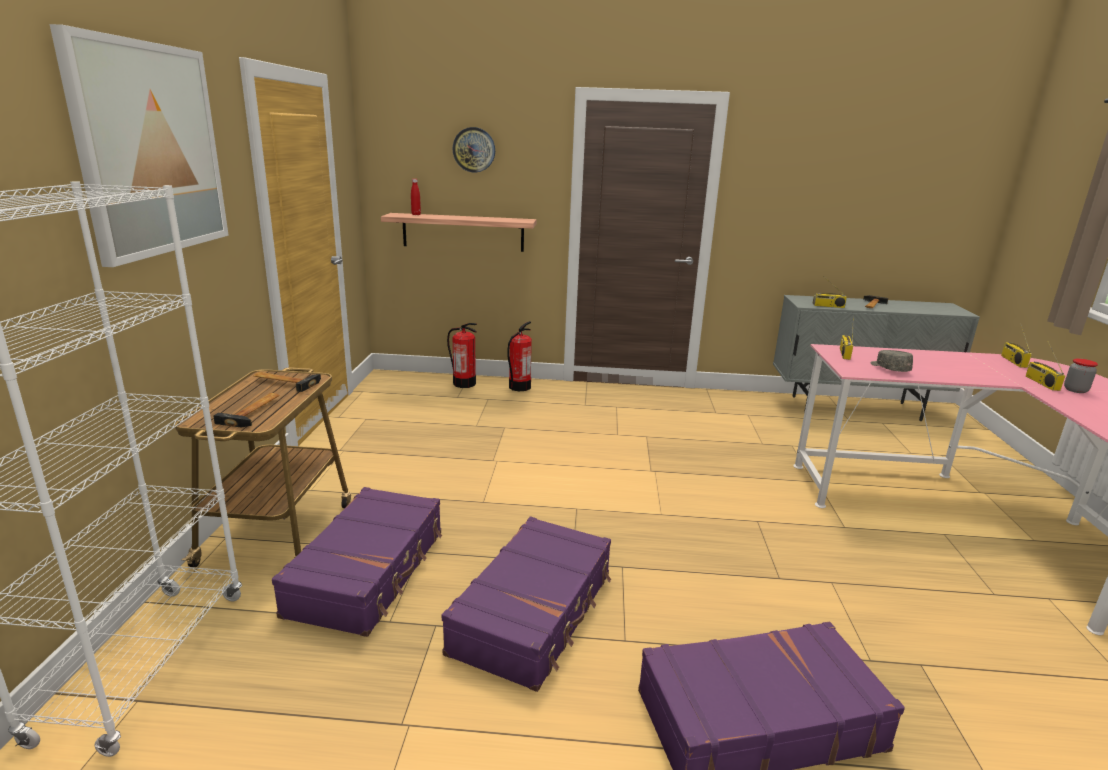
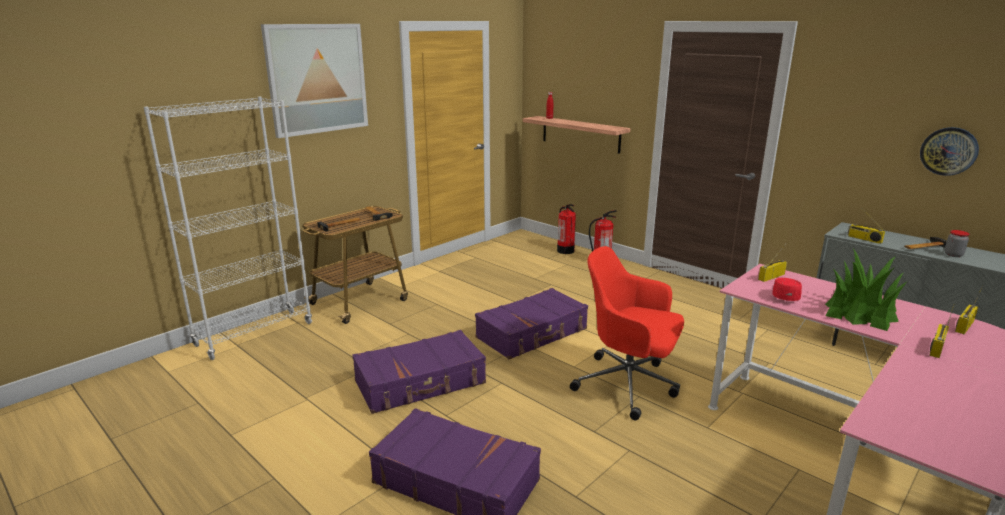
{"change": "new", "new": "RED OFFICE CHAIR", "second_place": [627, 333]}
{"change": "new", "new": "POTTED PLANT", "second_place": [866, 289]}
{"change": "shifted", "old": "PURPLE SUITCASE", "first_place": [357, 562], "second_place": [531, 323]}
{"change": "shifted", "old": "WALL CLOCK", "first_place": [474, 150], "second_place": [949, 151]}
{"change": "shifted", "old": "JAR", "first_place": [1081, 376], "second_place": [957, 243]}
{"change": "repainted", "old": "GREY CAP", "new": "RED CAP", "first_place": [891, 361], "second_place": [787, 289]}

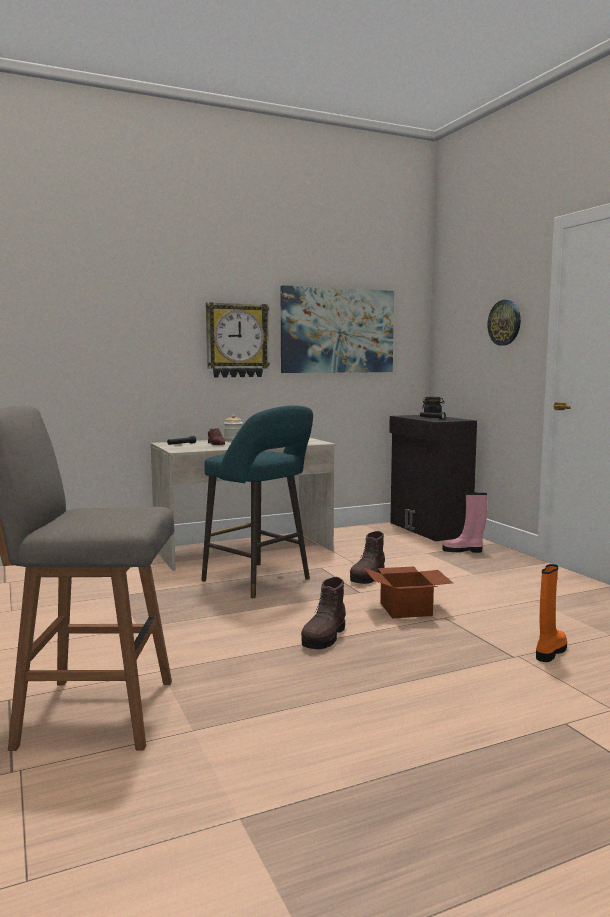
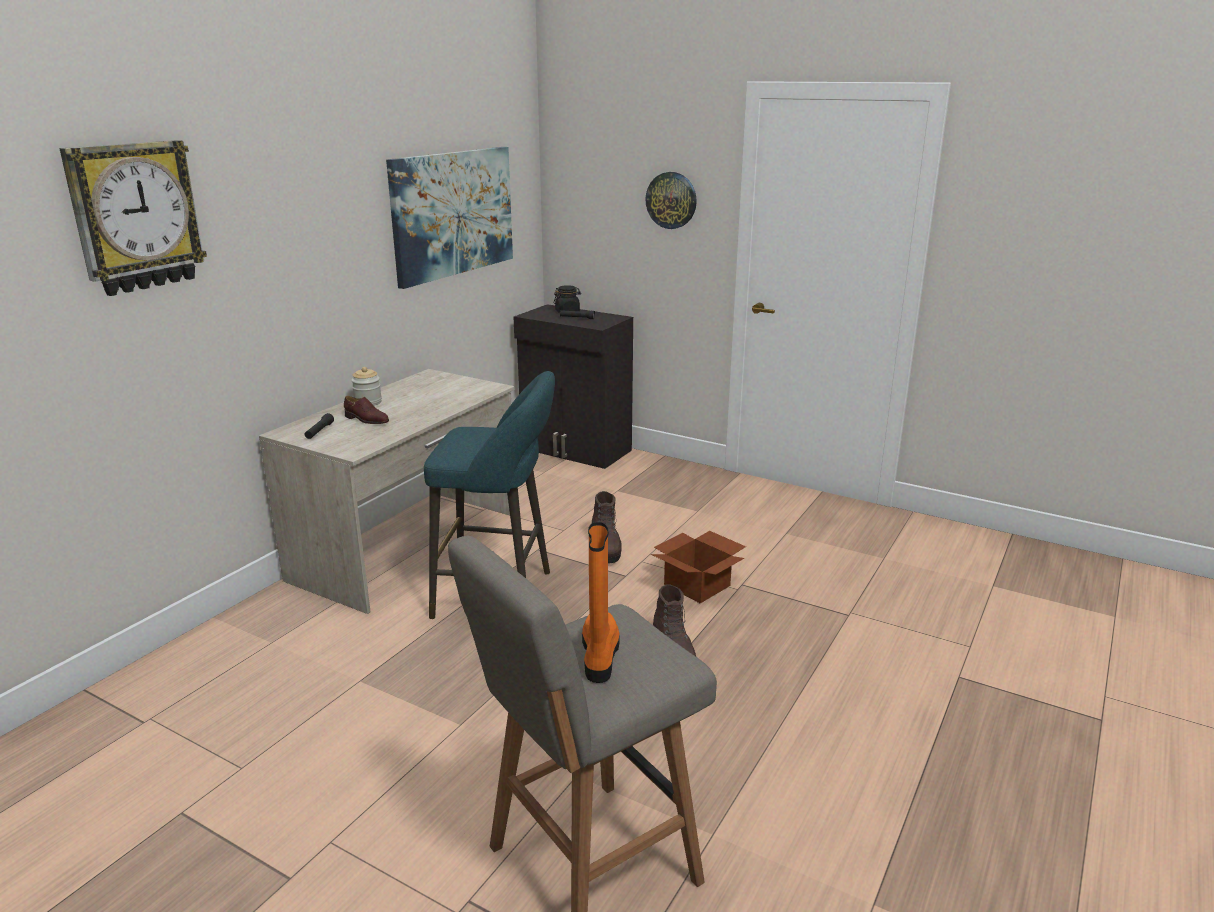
{"change": "gone", "old": "PINK BOOT", "first_place": [464, 522]}
{"change": "shifted", "old": "WALL CLOCK", "first_place": [238, 340], "second_place": [133, 218]}
{"change": "shifted", "old": "ORANGE BOOT", "first_place": [551, 613], "second_place": [601, 602]}

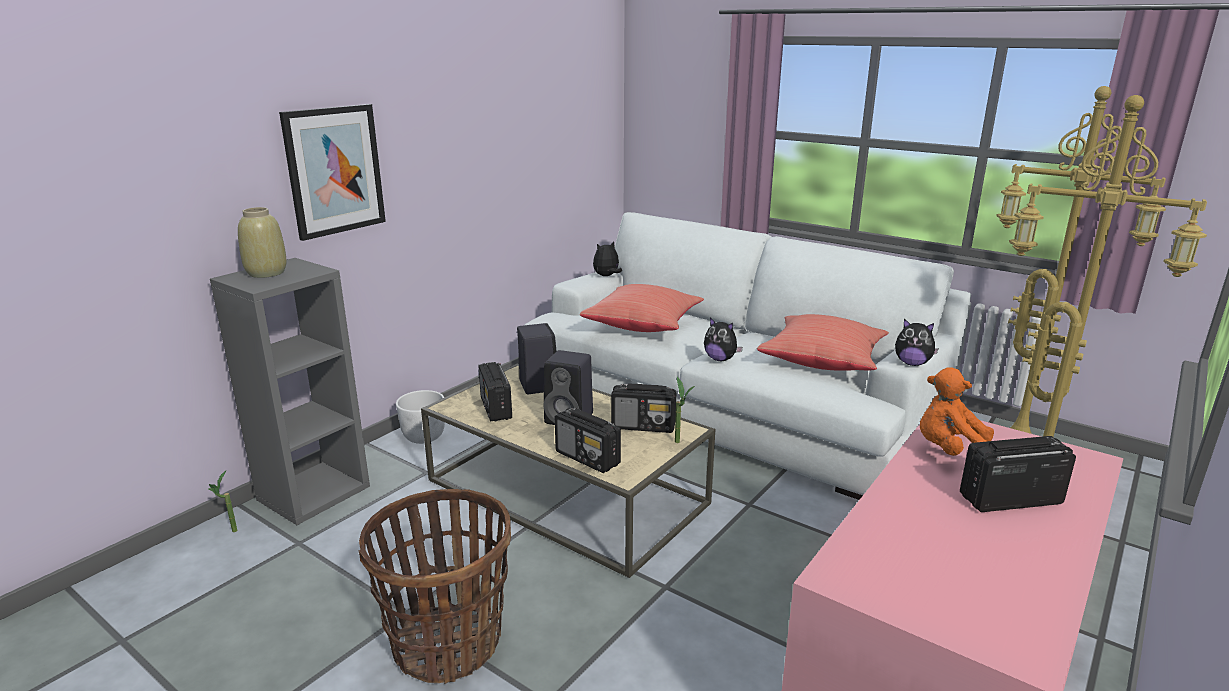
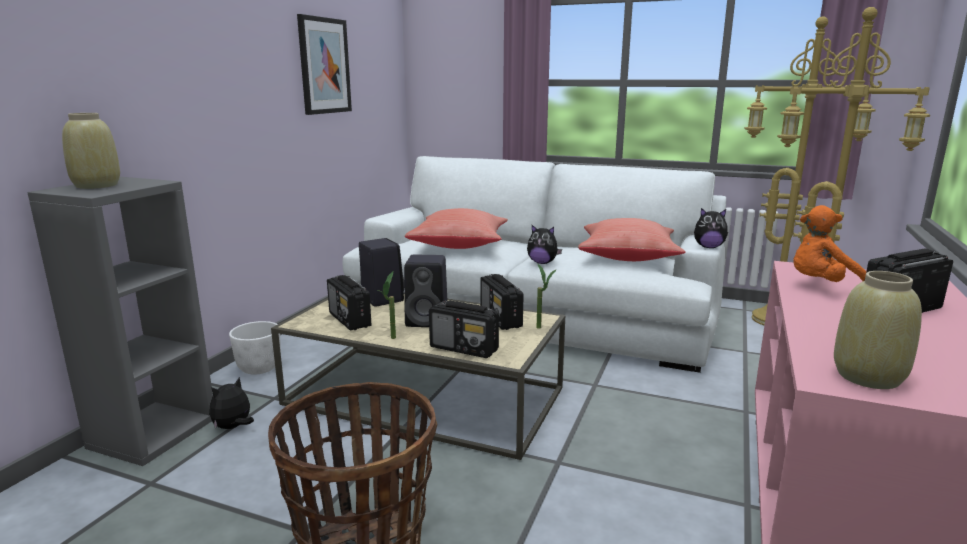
{"change": "new", "new": "BEIGE VASE", "second_place": [878, 330]}
{"change": "shifted", "old": "POTTED PLANT", "first_place": [222, 501], "second_place": [387, 305]}
{"change": "shifted", "old": "PICTURE", "first_place": [332, 172], "second_place": [324, 64]}
{"change": "shifted", "old": "PLUSH TOY", "first_place": [607, 258], "second_place": [231, 403]}
{"change": "rotated", "old": "RADIO", "first_place": [643, 408], "second_place": [502, 302], "degrees": 75}

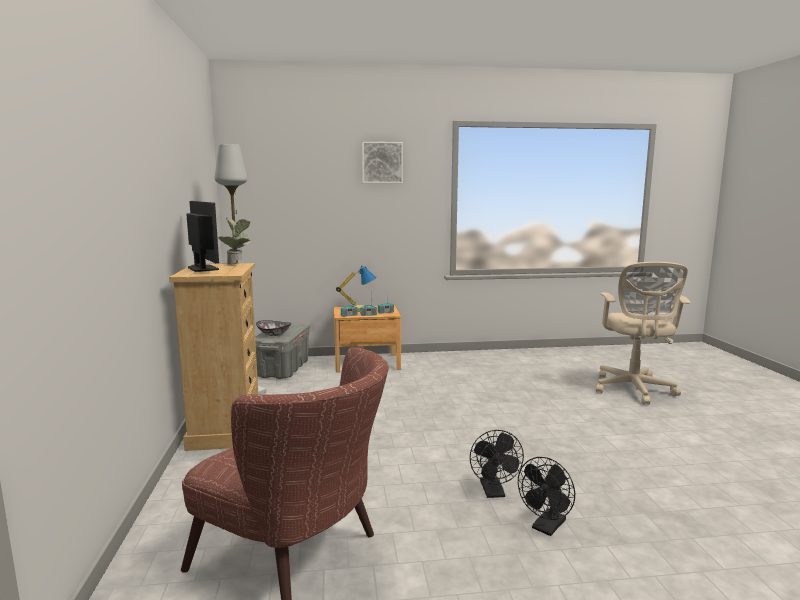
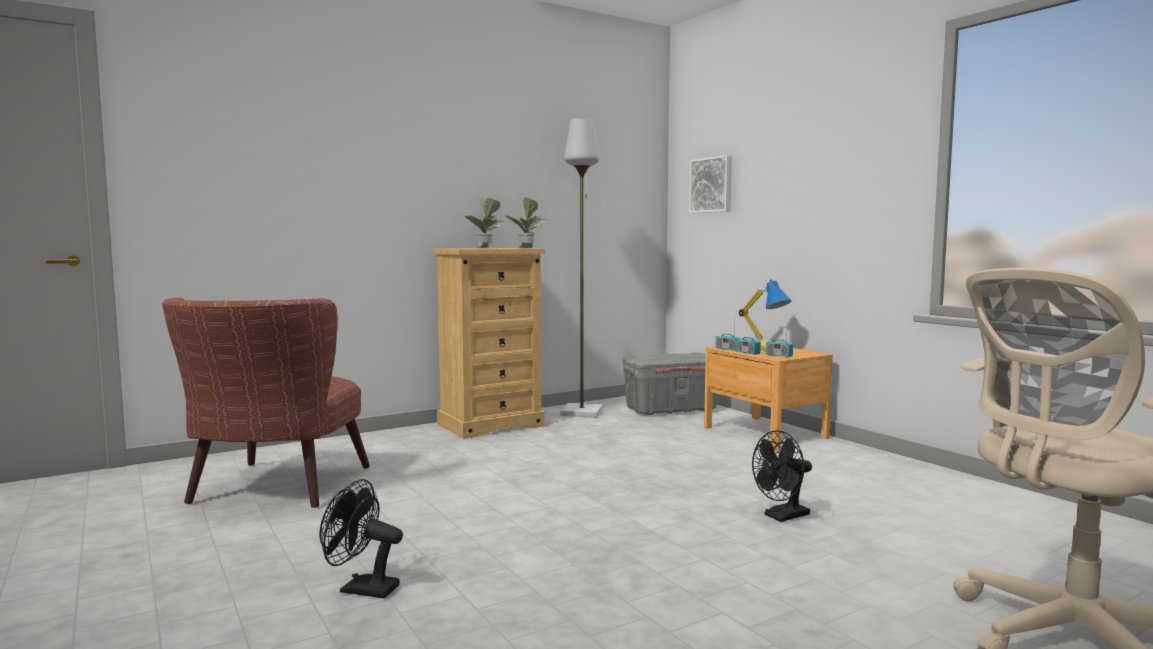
{"change": "gone", "old": "BOWL", "first_place": [274, 328]}
{"change": "shifted", "old": "PICTURE", "first_place": [382, 162], "second_place": [710, 184]}
{"change": "shifted", "old": "BLACK FAN", "first_place": [497, 464], "second_place": [782, 476]}
{"change": "swapped", "old": "MONITOR", "new": "POTTED PLANT", "first_place": [202, 236], "second_place": [485, 222]}

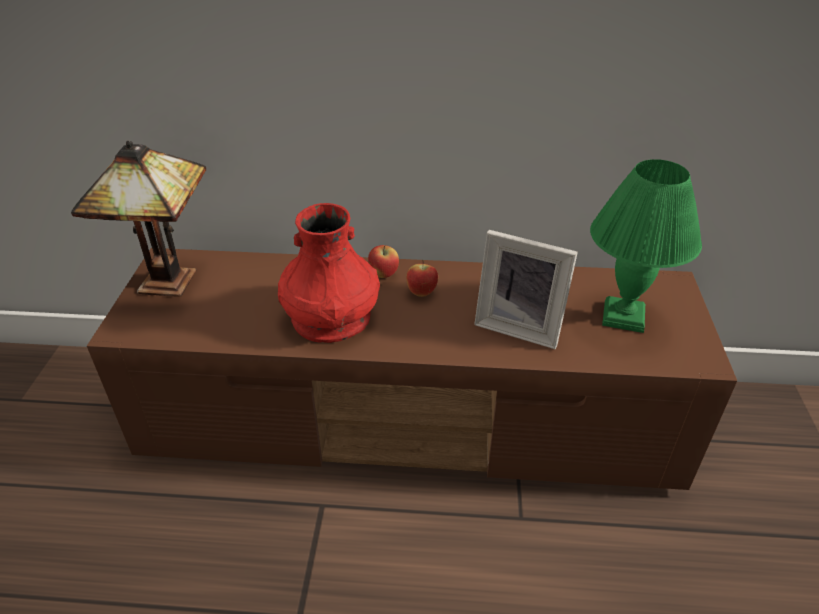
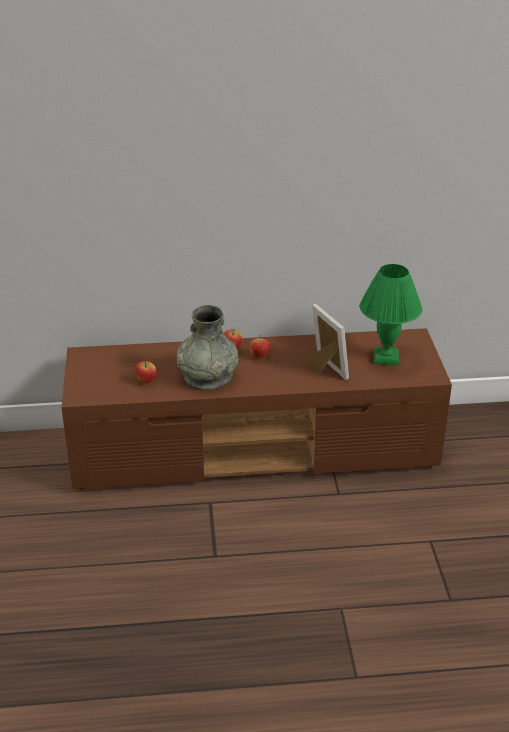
{"change": "gone", "old": "TABLE LAMP", "first_place": [138, 219]}
{"change": "new", "new": "APPLE", "second_place": [145, 372]}
{"change": "repainted", "old": "RED VASE", "new": "GREY VASE", "first_place": [329, 273], "second_place": [207, 348]}
{"change": "rotated", "old": "PICTURE FRAME", "first_place": [526, 289], "second_place": [329, 342], "degrees": -135}

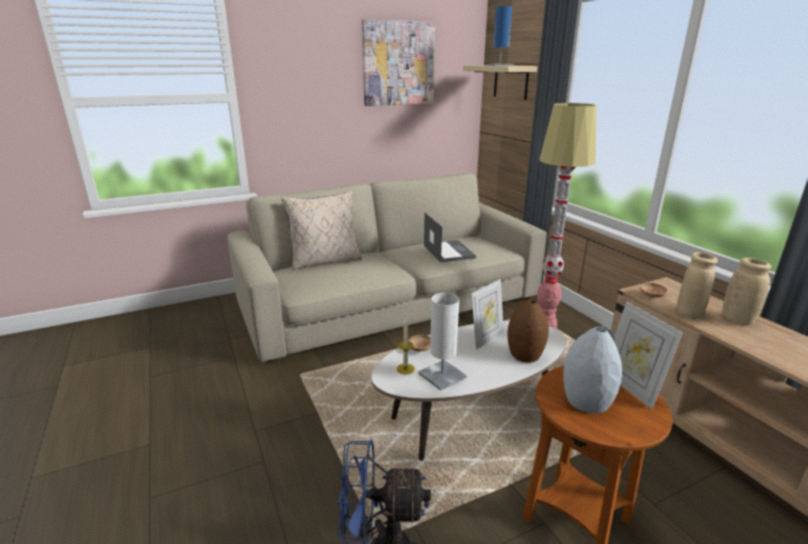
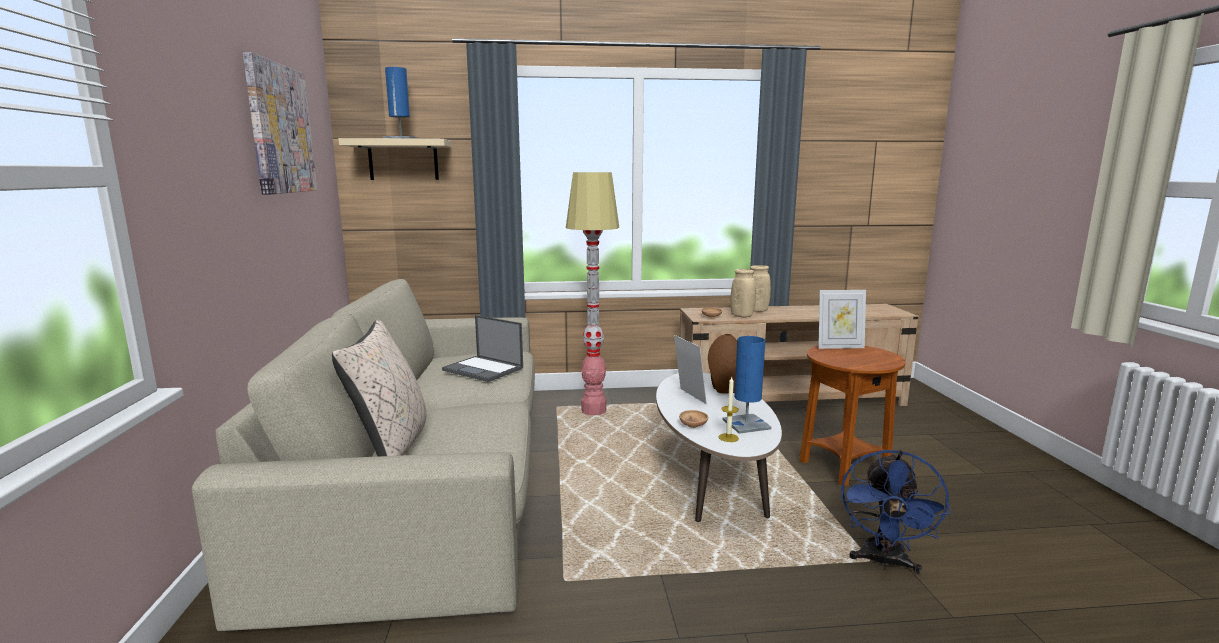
{"change": "gone", "old": "GREY VASE", "first_place": [592, 369]}
{"change": "repainted", "old": "WHITE TABLE LAMP", "new": "BLUE TABLE LAMP", "first_place": [442, 342], "second_place": [746, 385]}
{"change": "rotated", "old": "LAPTOP", "first_place": [450, 237], "second_place": [482, 348], "degrees": -150}

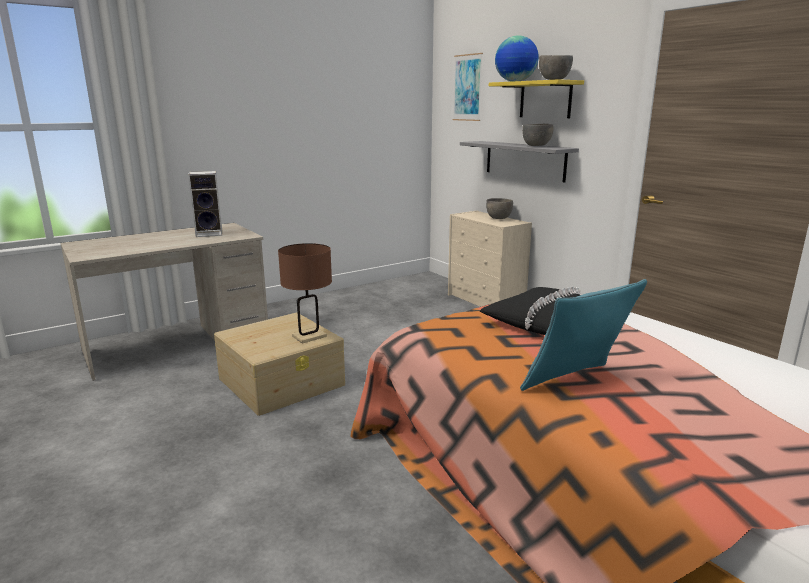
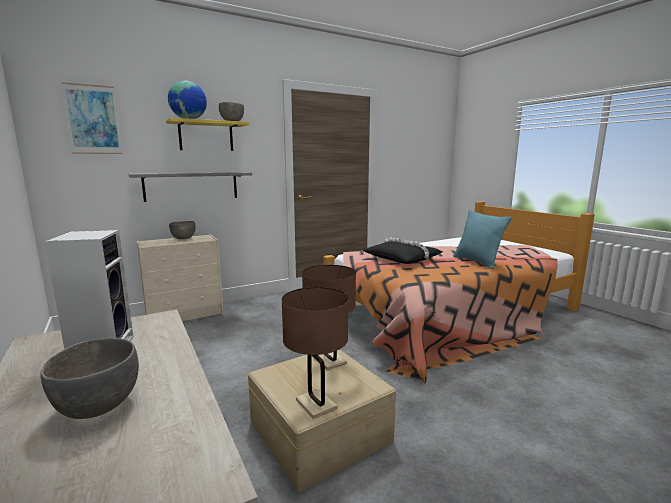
{"change": "new", "new": "BROWN TABLE LAMP", "second_place": [315, 353]}
{"change": "shifted", "old": "GREY BOWL", "first_place": [538, 135], "second_place": [89, 378]}

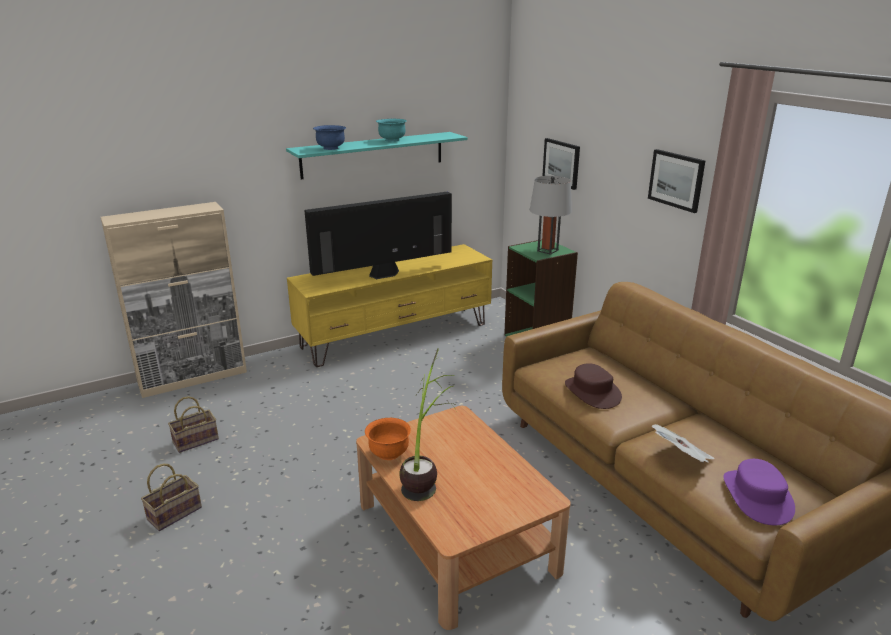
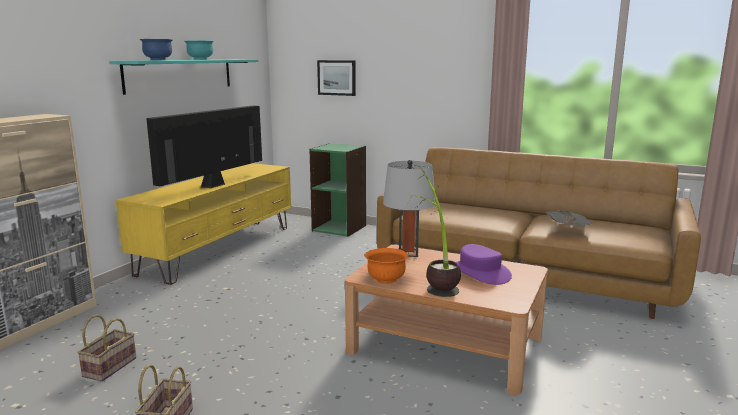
{"change": "gone", "old": "BROWN HAT", "first_place": [593, 386]}
{"change": "gone", "old": "PICTURE", "first_place": [676, 181]}
{"change": "shifted", "old": "GREY TABLE LAMP", "first_place": [551, 215], "second_place": [409, 208]}
{"change": "shifted", "old": "PURPLE HAT", "first_place": [759, 492], "second_place": [484, 264]}

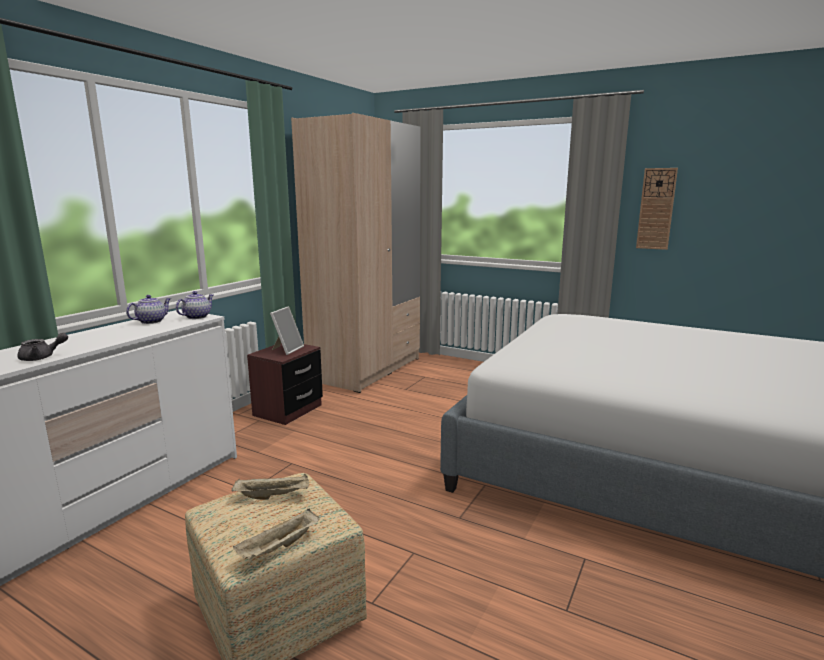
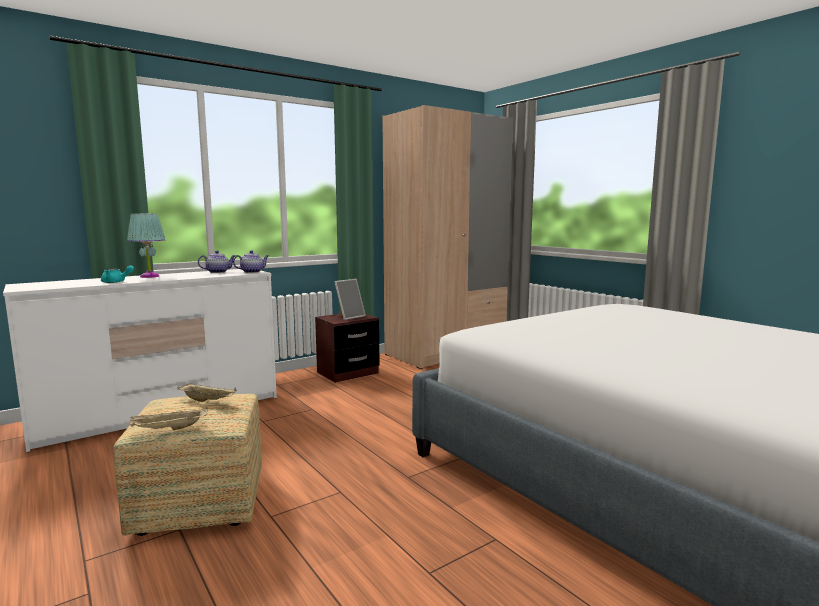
{"change": "gone", "old": "WALL CLOCK", "first_place": [657, 209]}
{"change": "new", "new": "TURQUOISE TABLE LAMP", "second_place": [146, 245]}
{"change": "repainted", "old": "GREY TEAPOT", "new": "TURQUOISE TEAPOT", "first_place": [42, 347], "second_place": [117, 274]}

